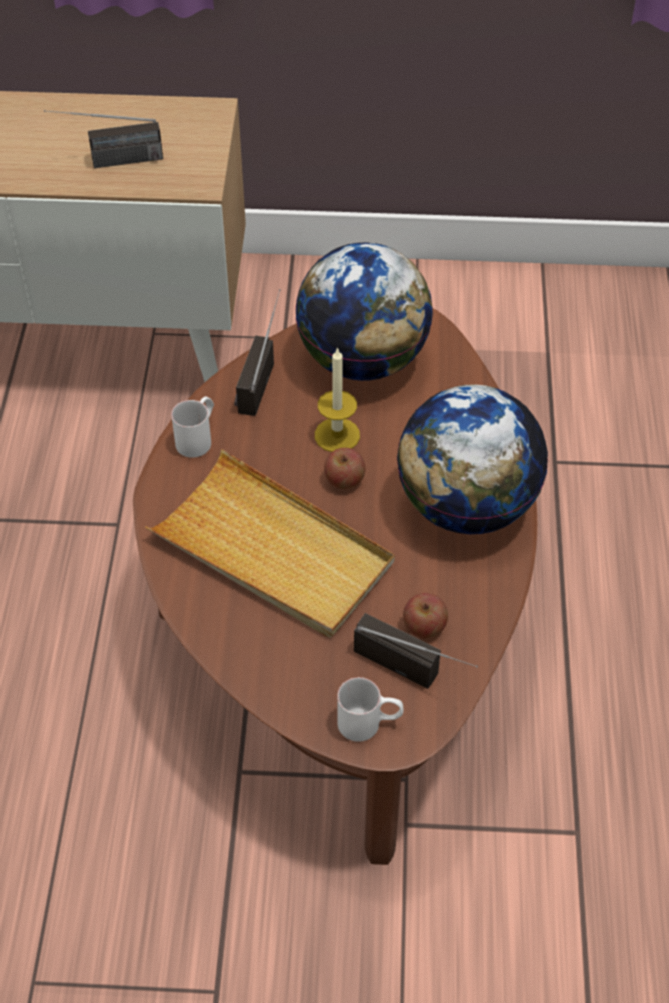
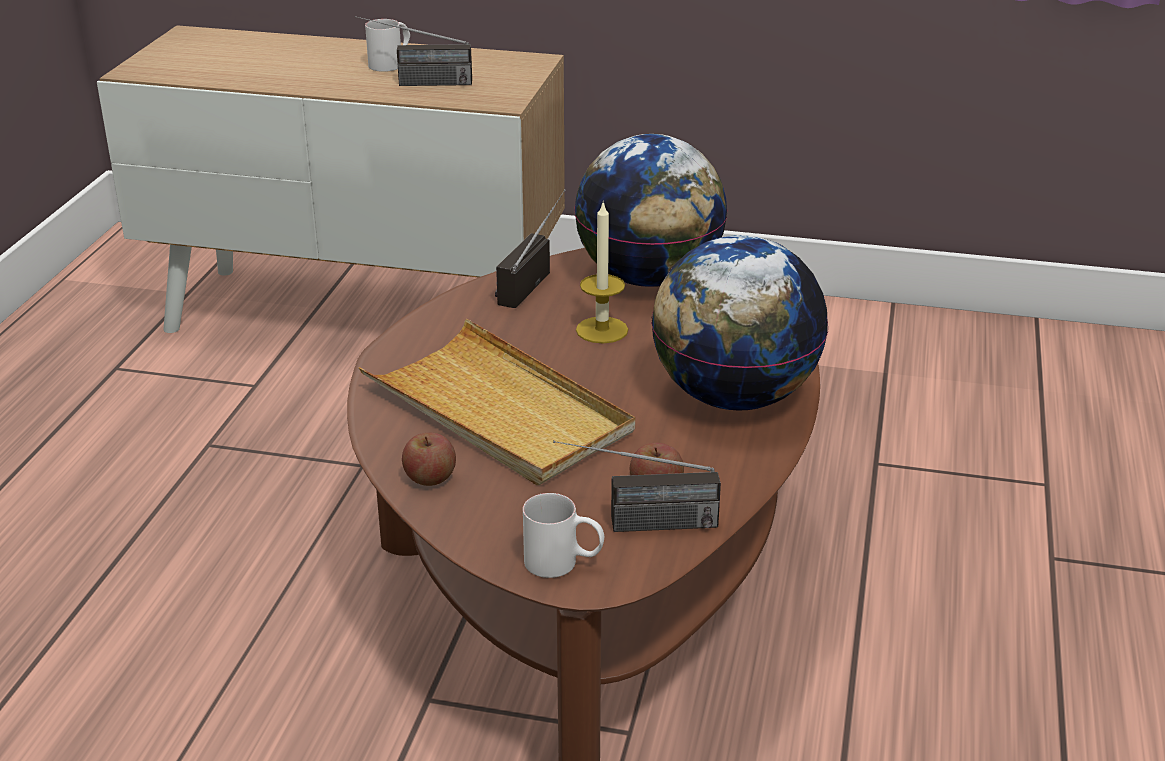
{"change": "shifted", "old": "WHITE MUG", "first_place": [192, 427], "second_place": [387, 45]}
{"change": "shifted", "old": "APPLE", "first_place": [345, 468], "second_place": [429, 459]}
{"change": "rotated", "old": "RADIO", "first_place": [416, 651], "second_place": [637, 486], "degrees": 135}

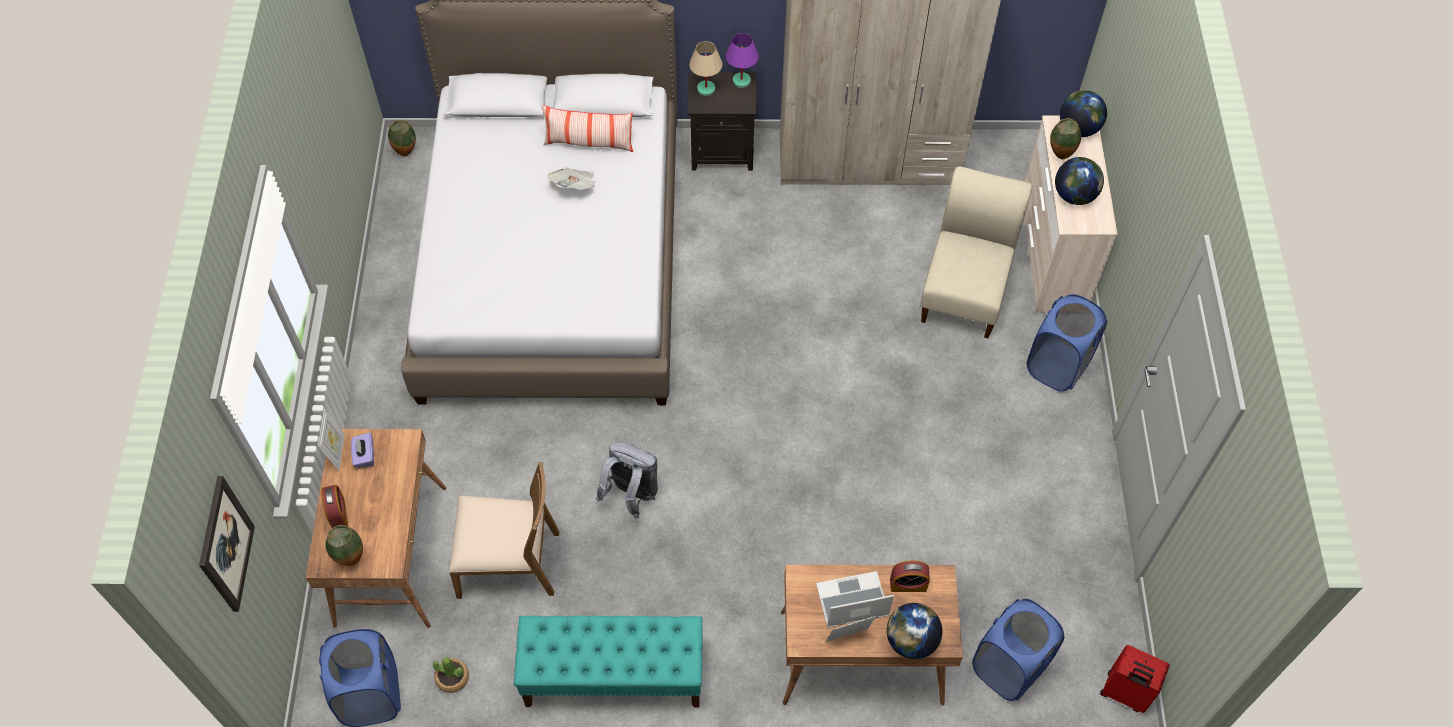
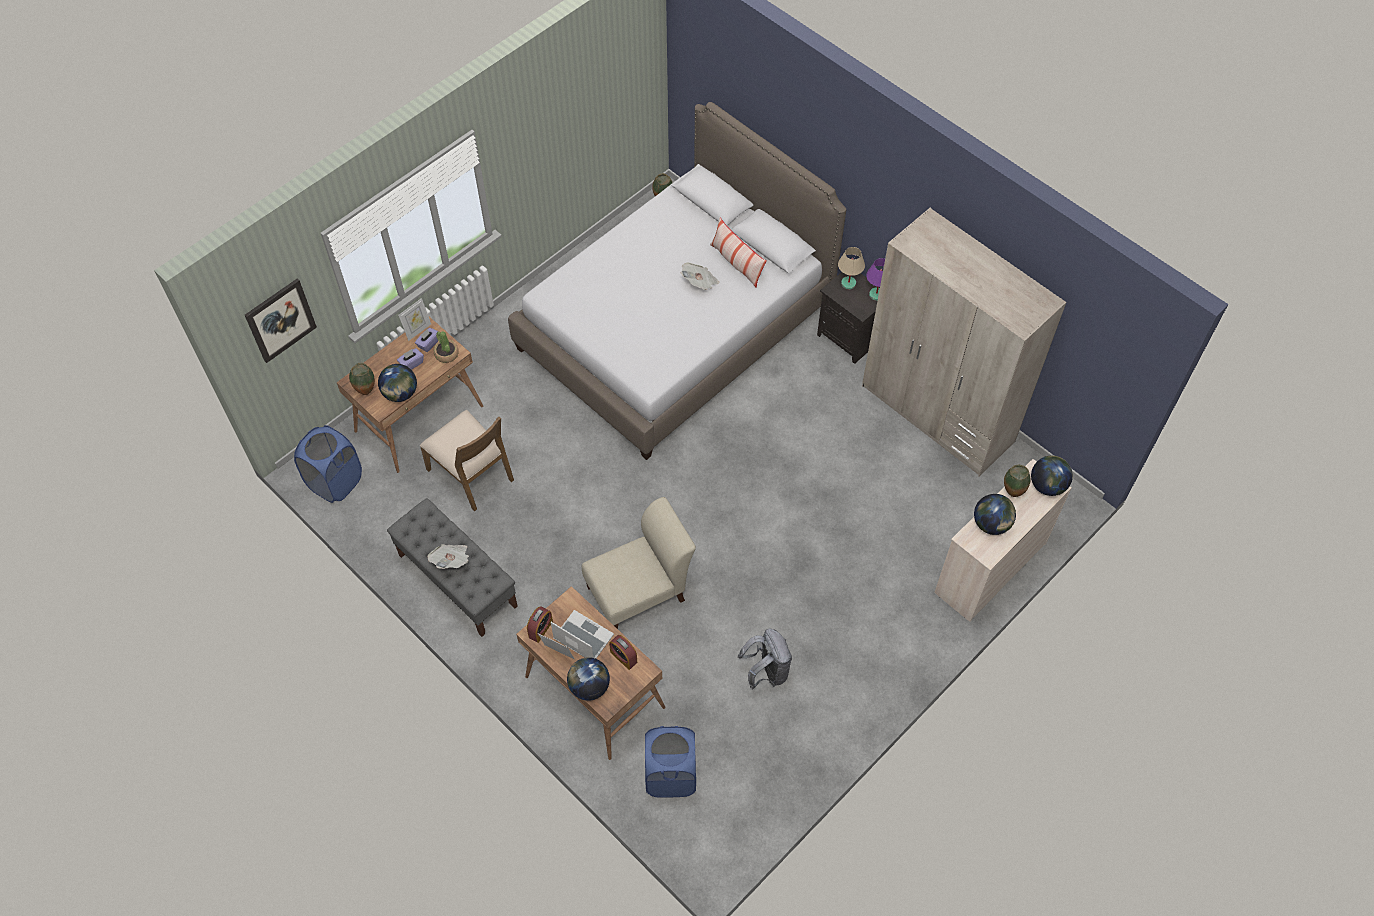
{"change": "gone", "old": "BLUE LAUNDRY BASKET", "first_place": [1067, 343]}
{"change": "gone", "old": "RED SUITCASE", "first_place": [1135, 679]}
{"change": "new", "new": "GLOBE", "second_place": [397, 383]}
{"change": "new", "new": "PURPLE TISSUE BOX", "second_place": [410, 359]}
{"change": "new", "new": "NEWSPAPER", "second_place": [448, 556]}
{"change": "shifted", "old": "ALARM CLOCK", "first_place": [334, 506], "second_place": [540, 624]}
{"change": "shifted", "old": "POTTED PLANT", "first_place": [451, 675], "second_place": [446, 347]}
{"change": "shifted", "old": "GREY BACKPACK", "first_place": [627, 480], "second_place": [765, 658]}
{"change": "shifted", "old": "BEIGE CHAIR", "first_place": [976, 252], "second_place": [639, 563]}
{"change": "repainted", "old": "TURQUOISE BENCH", "new": "GREY BENCH", "first_place": [608, 662], "second_place": [452, 567]}

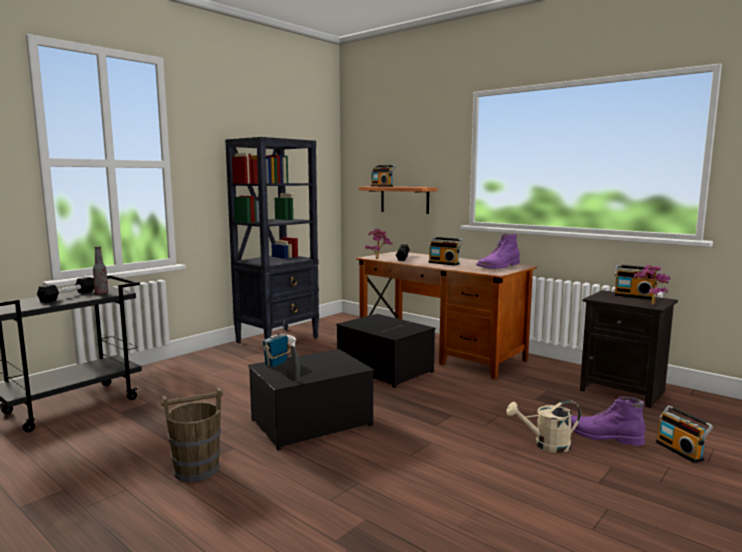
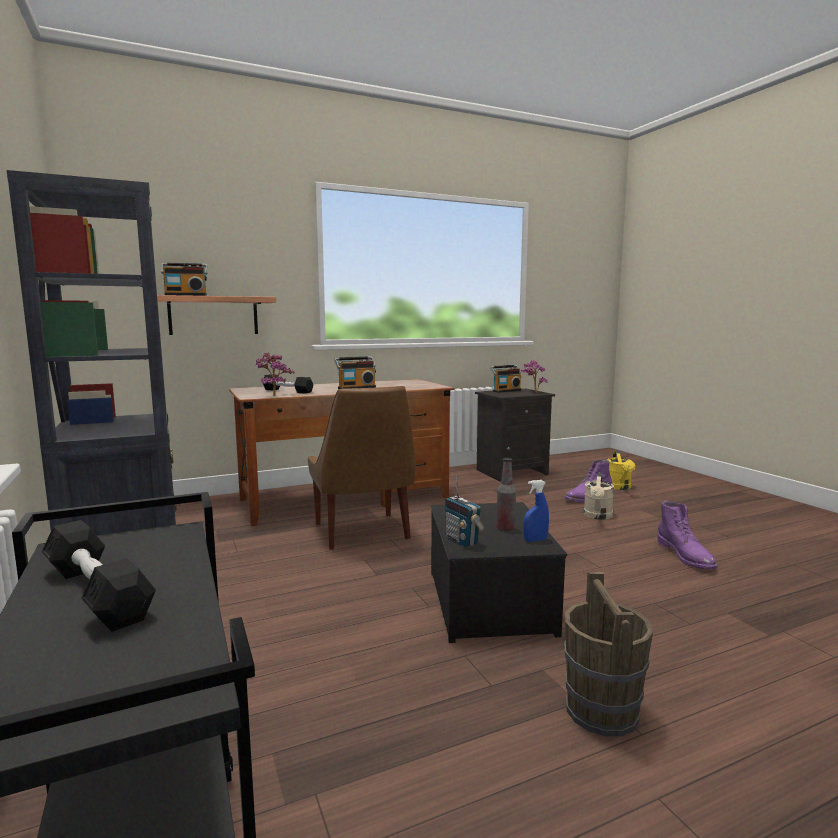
{"change": "shifted", "old": "BOTTLE", "first_place": [100, 270], "second_place": [506, 494]}
{"change": "shifted", "old": "PURPLE BOOT", "first_place": [498, 251], "second_place": [687, 535]}
{"change": "swapped", "old": "STORAGE BOX", "new": "BROWN CHAIR", "first_place": [386, 351], "second_place": [361, 468]}
{"change": "swapped", "old": "RADIO", "new": "YELLOW WATERING CAN", "first_place": [684, 434], "second_place": [621, 470]}
{"change": "repainted", "old": "GREY SPRAY BOTTLE", "new": "BLUE SPRAY BOTTLE", "first_place": [292, 358], "second_place": [536, 511]}

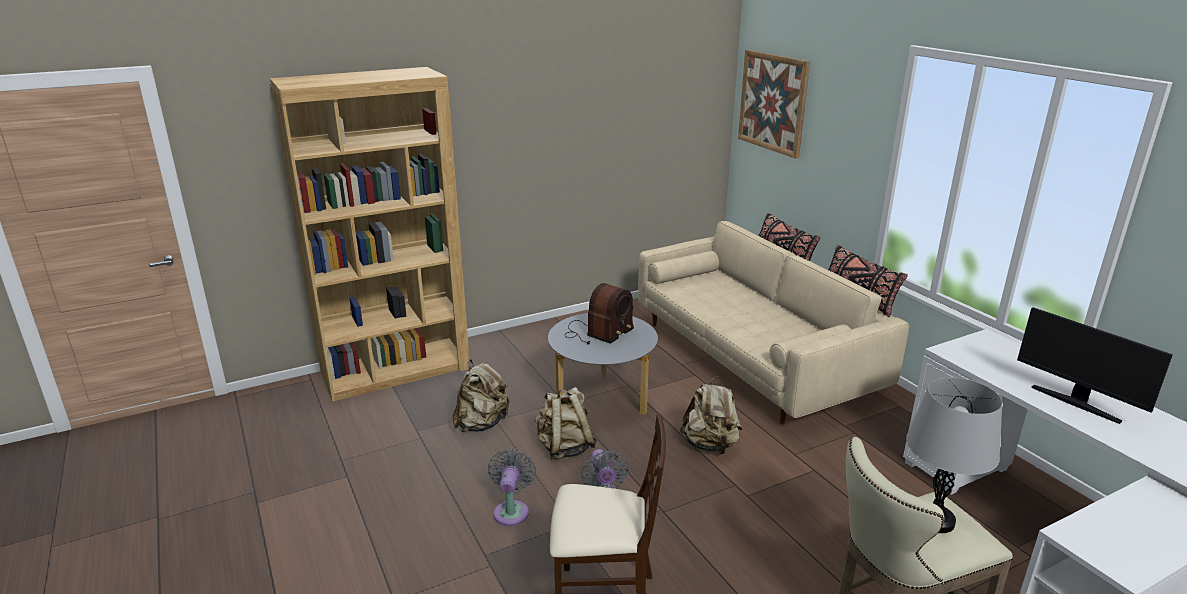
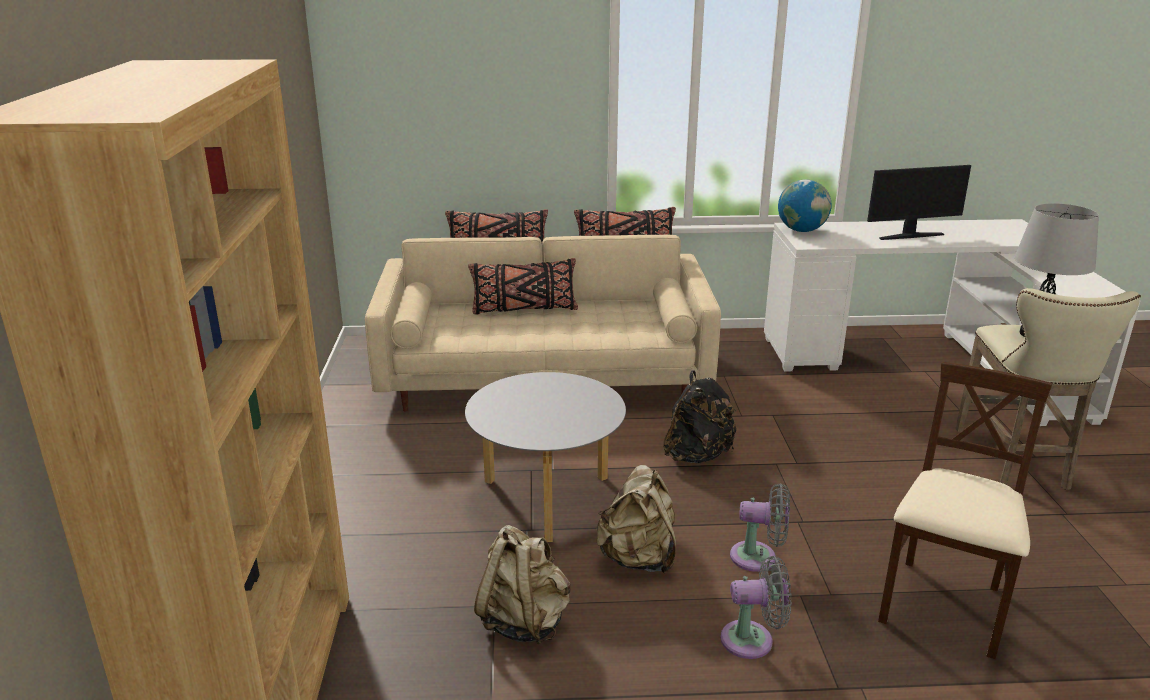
{"change": "gone", "old": "RADIO", "first_place": [599, 314]}
{"change": "gone", "old": "PICTURE", "first_place": [774, 104]}
{"change": "new", "new": "BLACK PILLOW", "second_place": [523, 286]}
{"change": "new", "new": "GLOBE", "second_place": [805, 205]}
{"change": "repainted", "old": "BEIGE BACKPACK", "new": "BLACK BACKPACK", "first_place": [711, 415], "second_place": [699, 416]}
{"change": "rotated", "old": "GREY FAN", "first_place": [512, 487], "second_place": [756, 607], "degrees": 150}

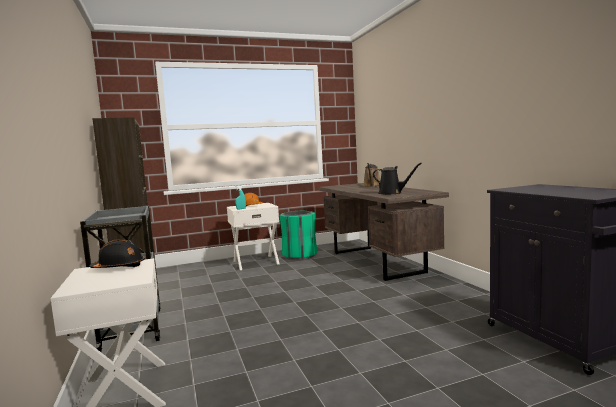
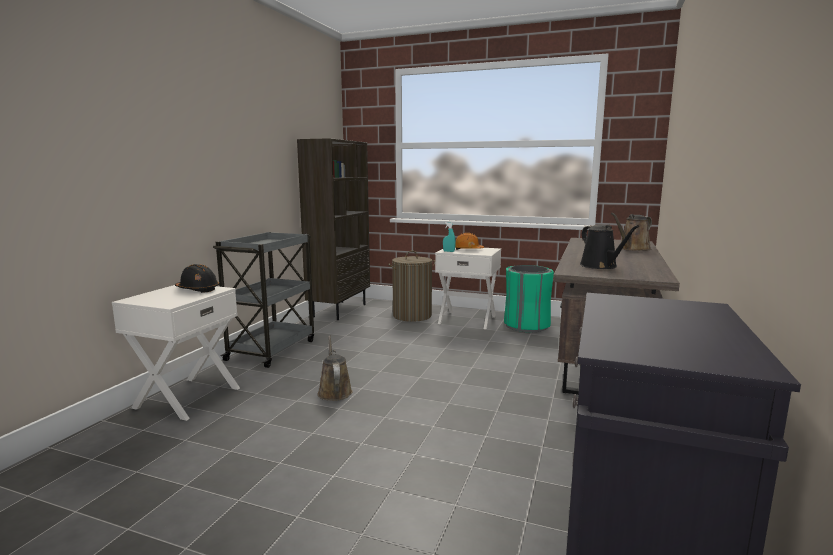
{"change": "new", "new": "BROWN WATERING CAN", "second_place": [335, 368]}
{"change": "new", "new": "LAUNDRY BASKET", "second_place": [411, 286]}

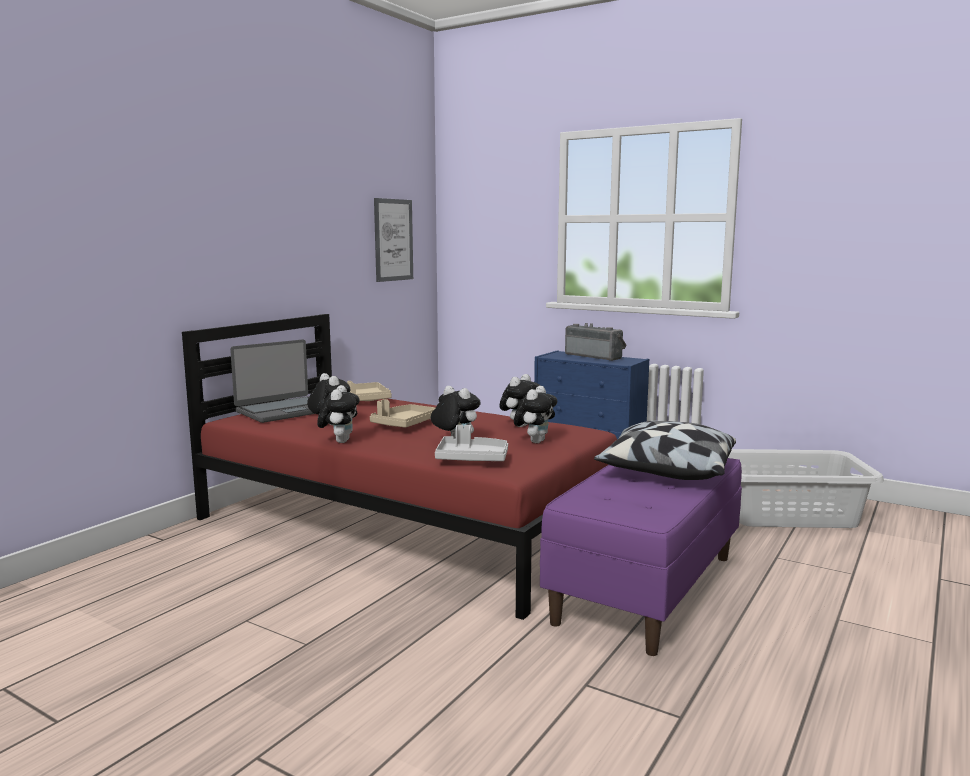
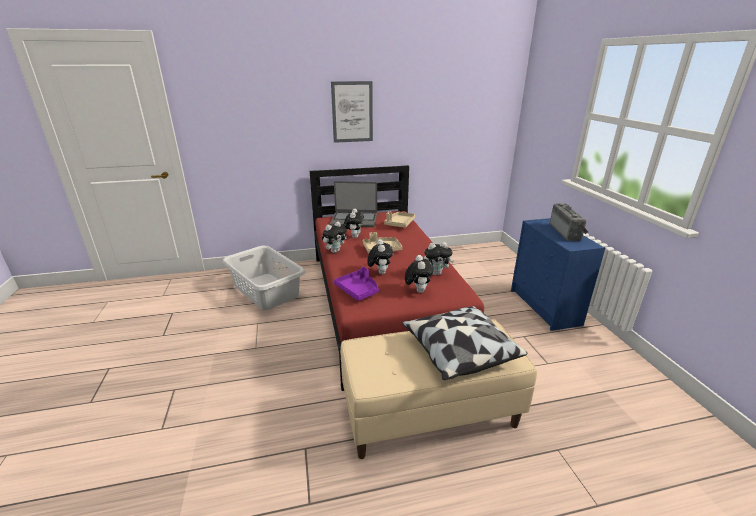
{"change": "shifted", "old": "PICTURE", "first_place": [393, 240], "second_place": [352, 112]}
{"change": "shifted", "old": "GREY LAUNDRY BASKET", "first_place": [806, 488], "second_place": [264, 278]}
{"change": "repainted", "old": "GREY TRAY", "new": "PURPLE TRAY", "first_place": [471, 443], "second_place": [356, 284]}
{"change": "repainted", "old": "PURPLE BENCH", "new": "BEIGE BENCH", "first_place": [641, 557], "second_place": [438, 389]}
{"change": "rotated", "old": "PLUSH TOY", "first_place": [535, 414], "second_place": [419, 274], "degrees": -75}

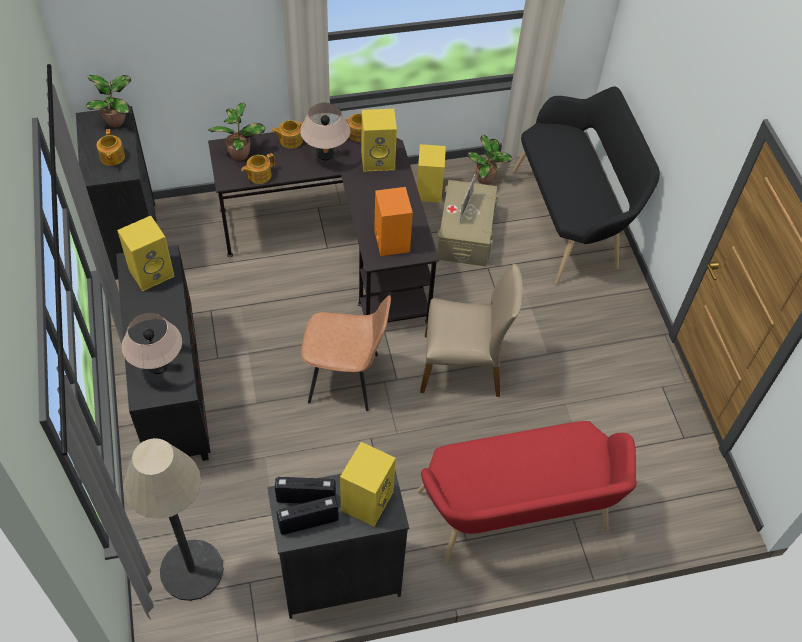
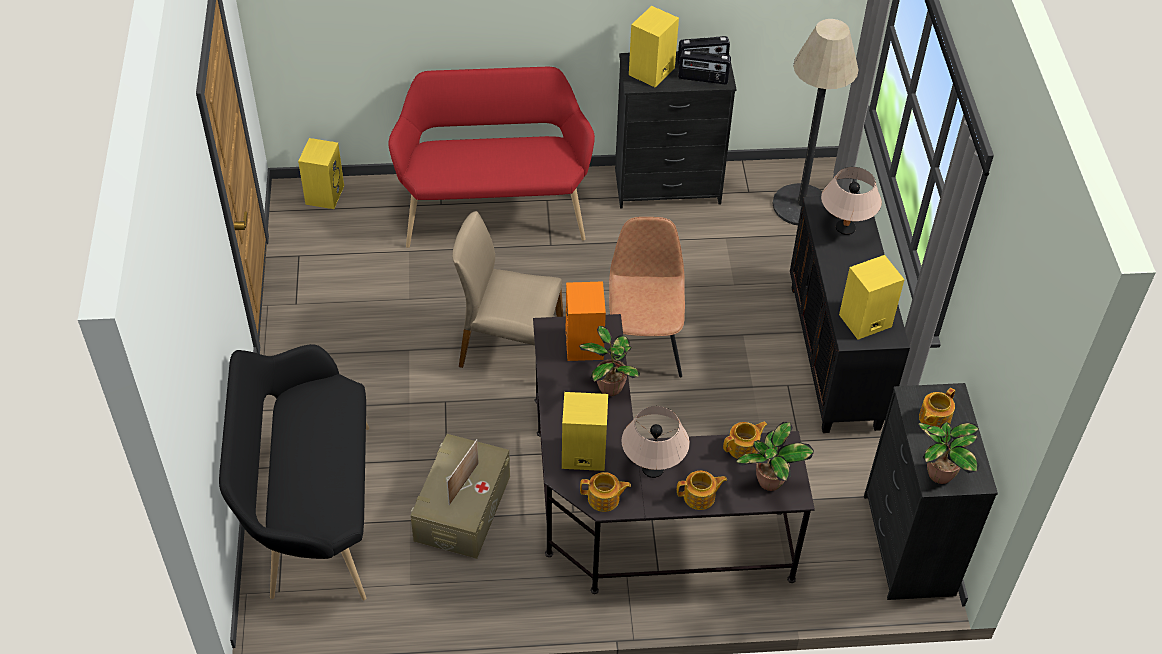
{"change": "shifted", "old": "YELLOW SPEAKER", "first_place": [431, 173], "second_place": [321, 173]}
{"change": "shifted", "old": "POTTED PLANT", "first_place": [490, 160], "second_place": [609, 361]}
{"change": "rotated", "old": "TEAPOT", "first_place": [111, 147], "second_place": [937, 408], "degrees": -135}
{"change": "rotated", "old": "BROWN CHAIR", "first_place": [346, 353], "second_place": [647, 297], "degrees": 75}

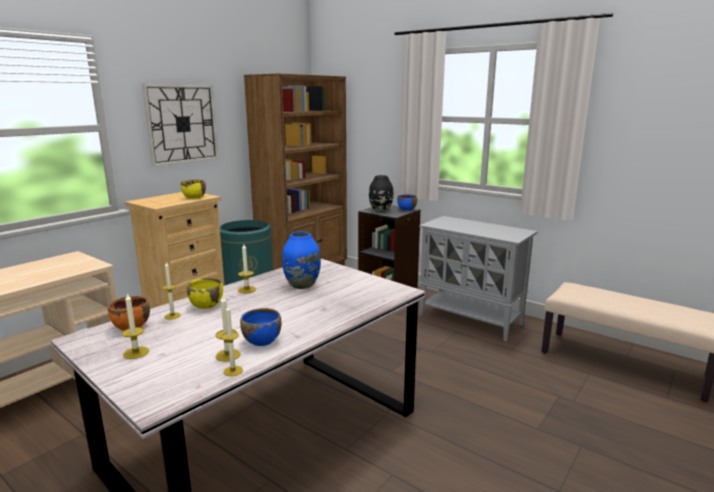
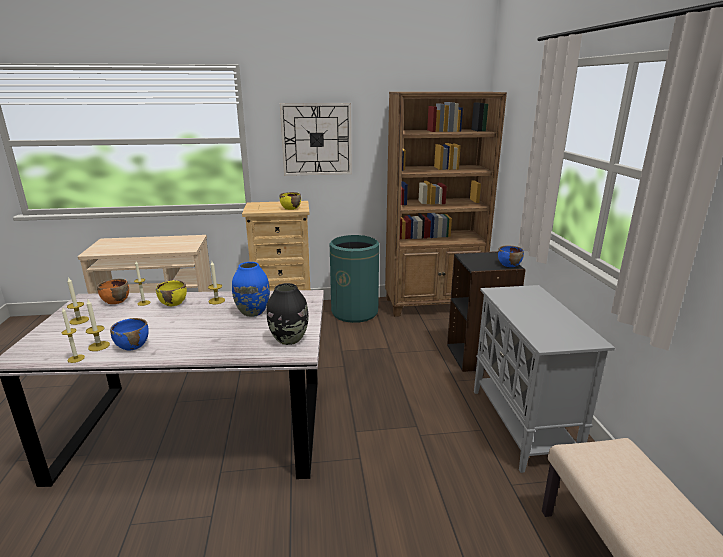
{"change": "shifted", "old": "BLACK VASE", "first_place": [381, 193], "second_place": [288, 314]}

